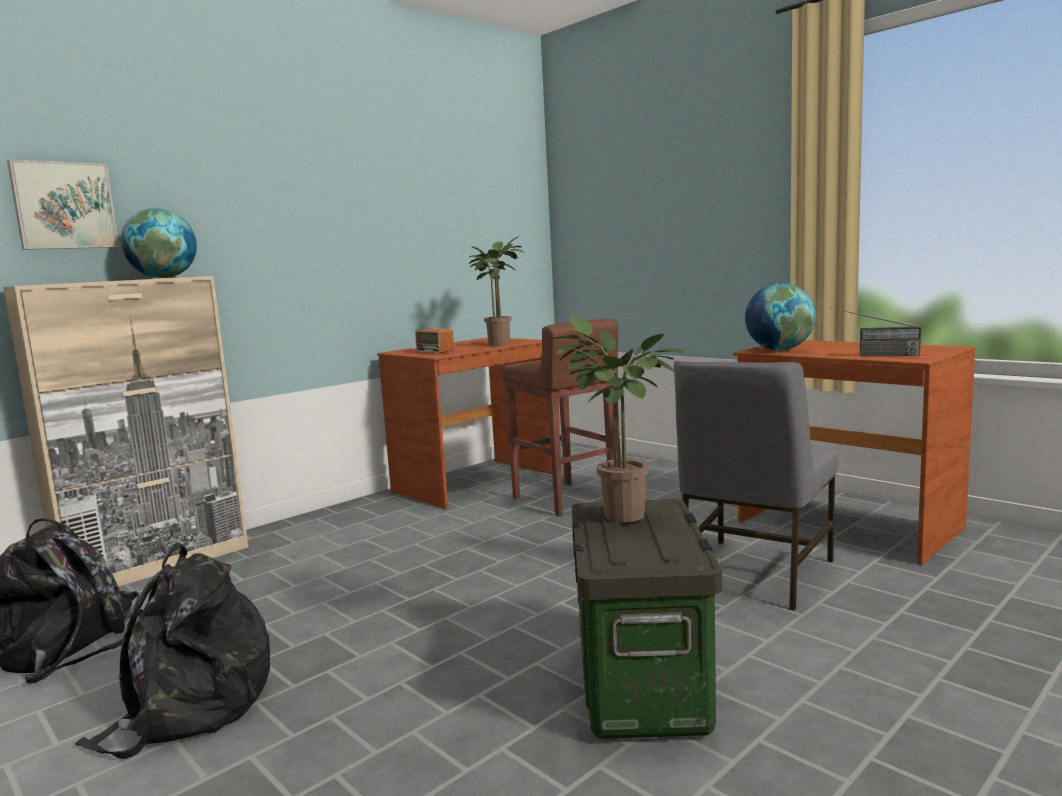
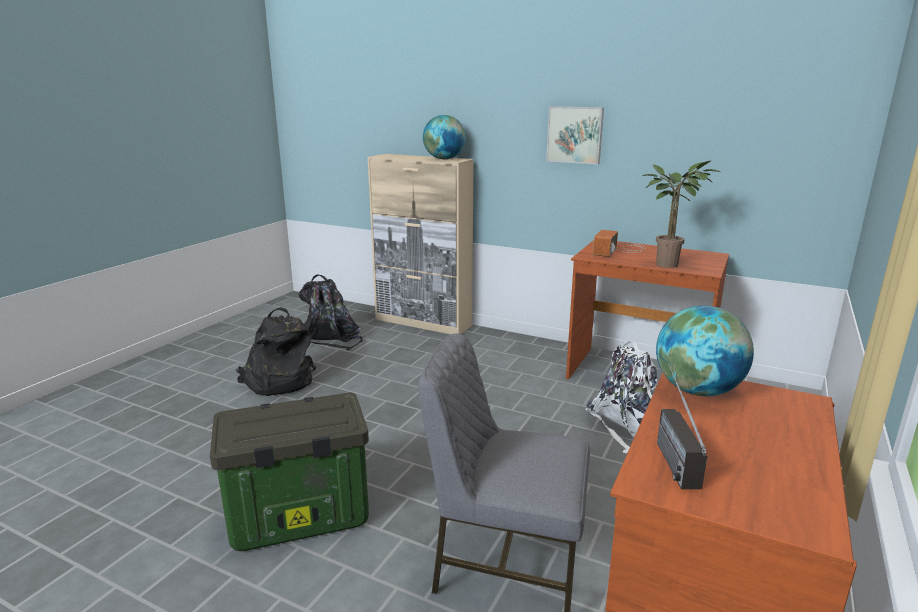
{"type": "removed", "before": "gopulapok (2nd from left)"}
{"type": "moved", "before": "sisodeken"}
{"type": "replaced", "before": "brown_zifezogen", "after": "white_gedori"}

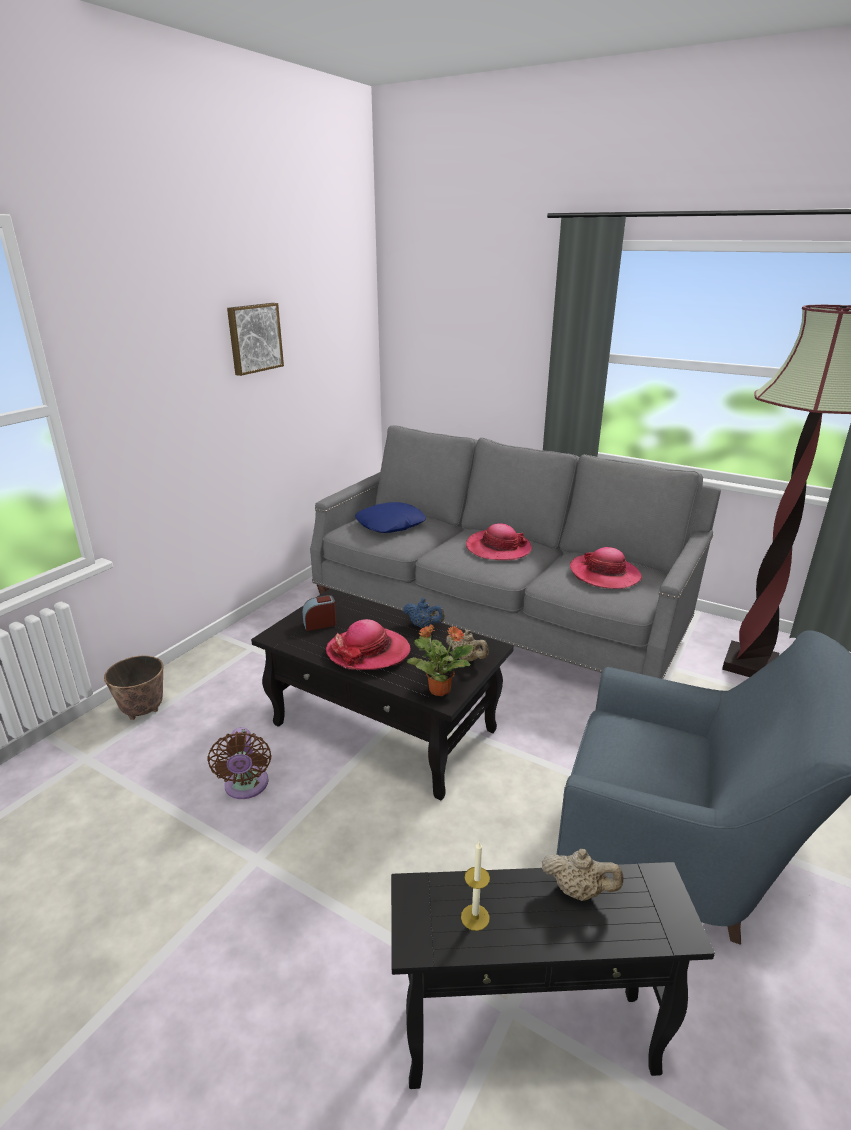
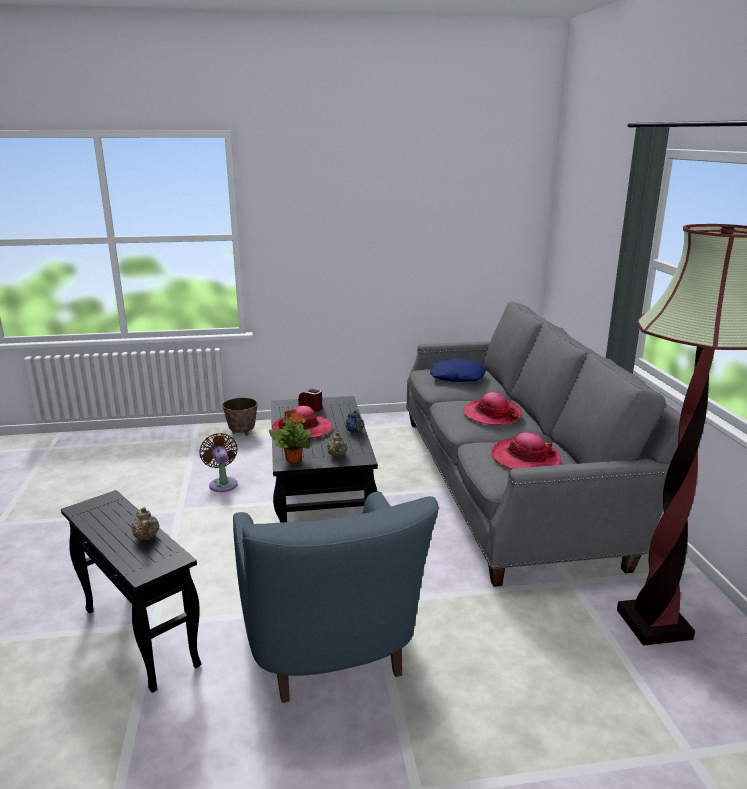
{"type": "removed", "before": "sisodeken"}
{"type": "removed", "before": "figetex"}
{"type": "turned", "before": "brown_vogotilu", "turn": 120}

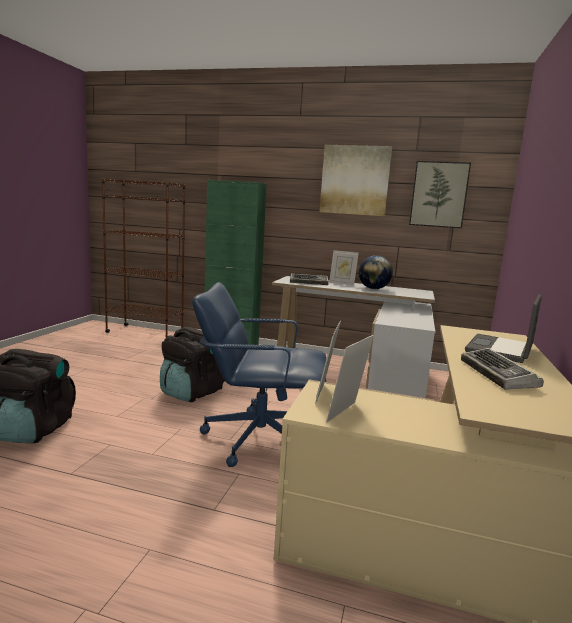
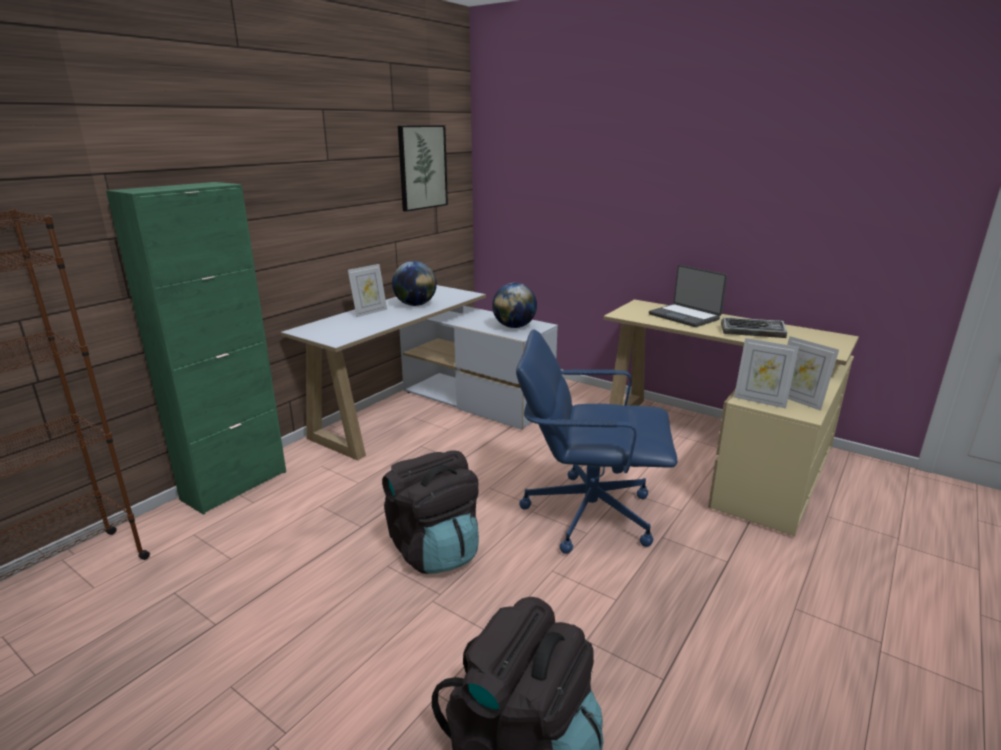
{"type": "removed", "before": "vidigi (1st from left)"}
{"type": "removed", "before": "sisodeken (1st from left)"}
{"type": "added", "after": "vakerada (2nd from left)"}
{"type": "turned", "before": "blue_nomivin", "turn": 75}

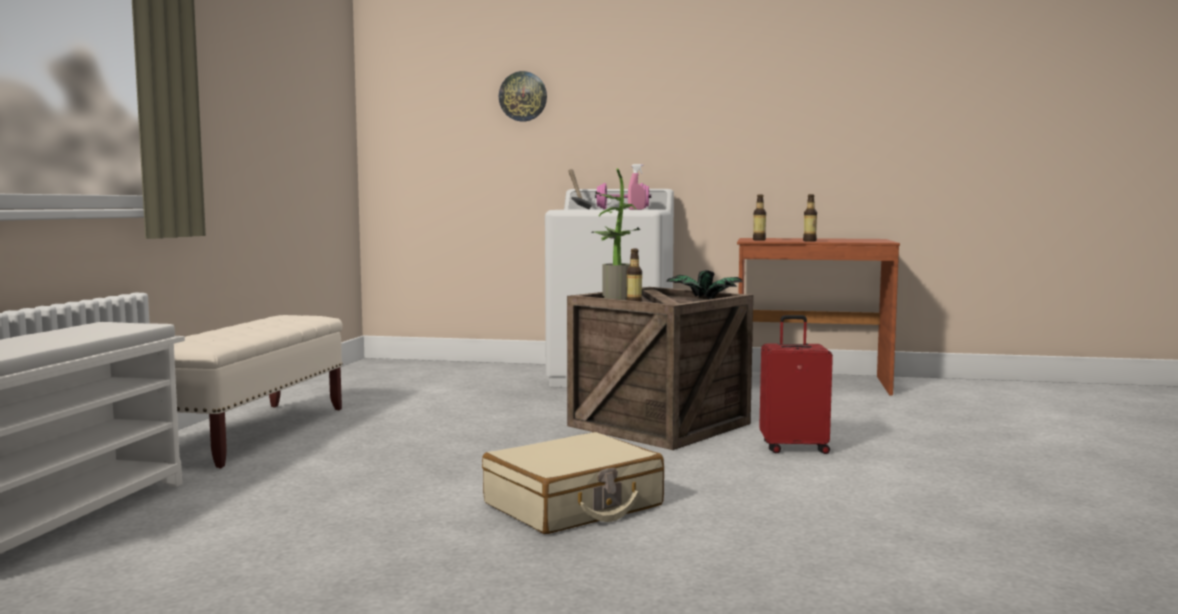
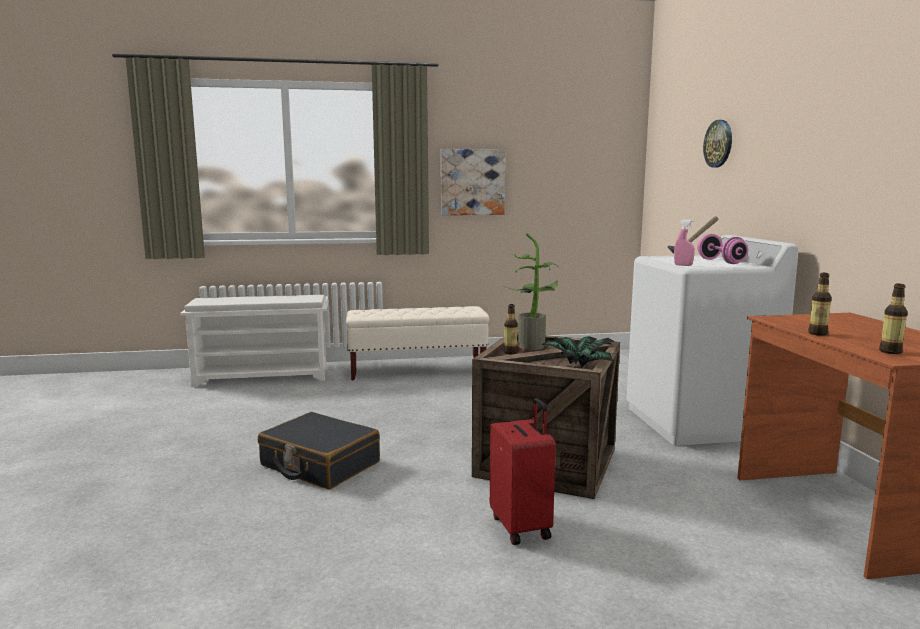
{"type": "added", "after": "sisodeken"}
{"type": "moved", "before": "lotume (2nd from left in the first image)", "after": "lotume (3rd from left)"}
{"type": "recoloured", "before": "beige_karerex", "after": "black_karerex"}

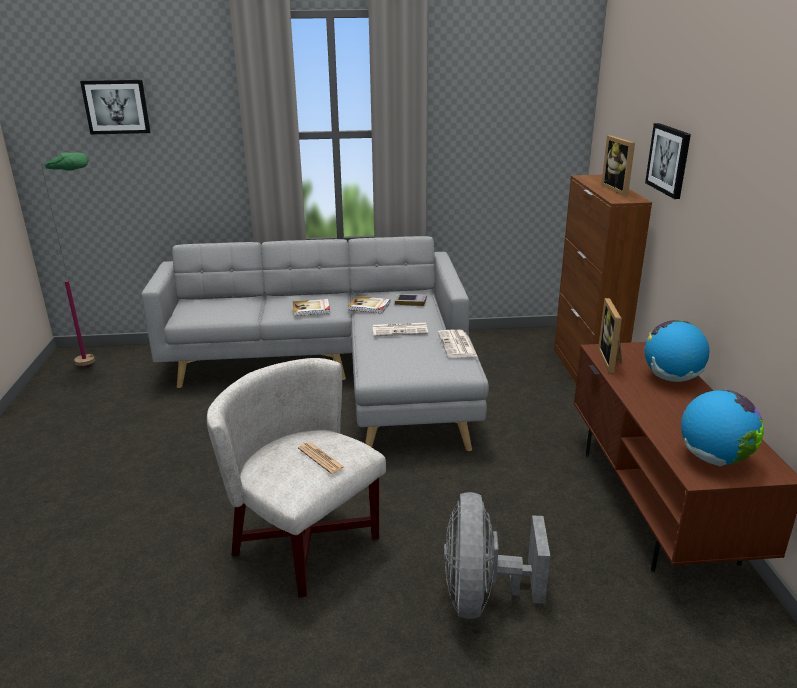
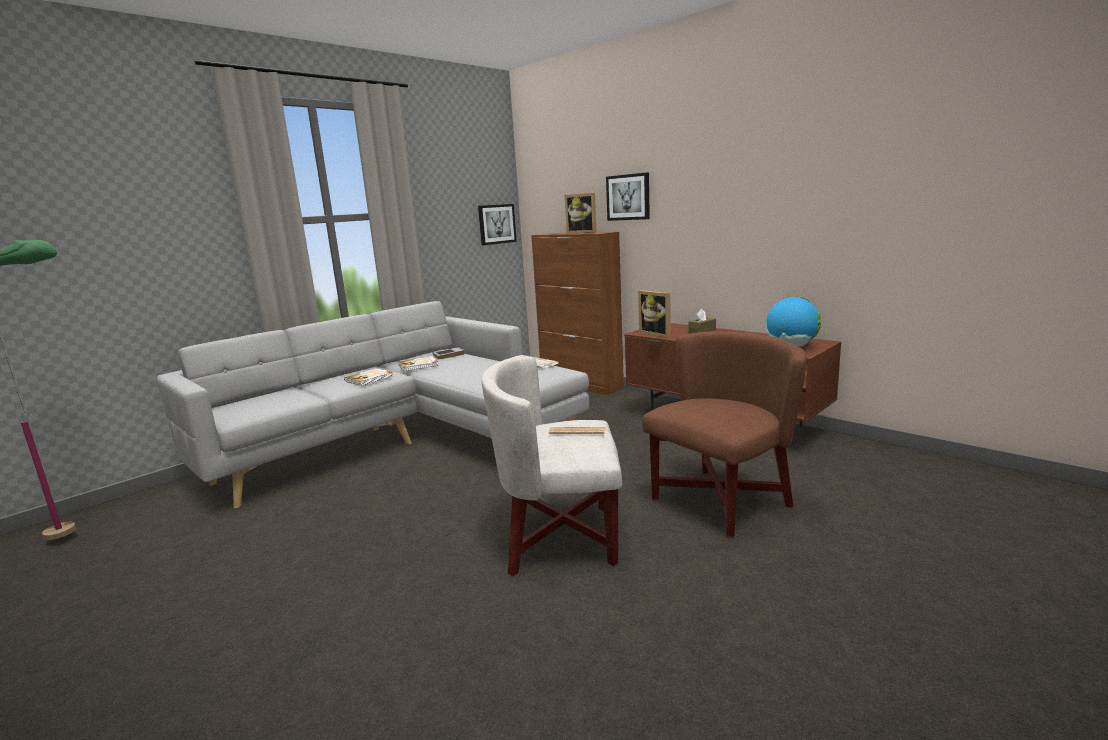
{"type": "removed", "before": "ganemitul (2nd from left)"}
{"type": "moved", "before": "sisodeken (1st from left)"}
{"type": "replaced", "before": "grey_vogotilu", "after": "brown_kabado"}
{"type": "replaced", "before": "vakerada (1st from left)", "after": "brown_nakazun"}

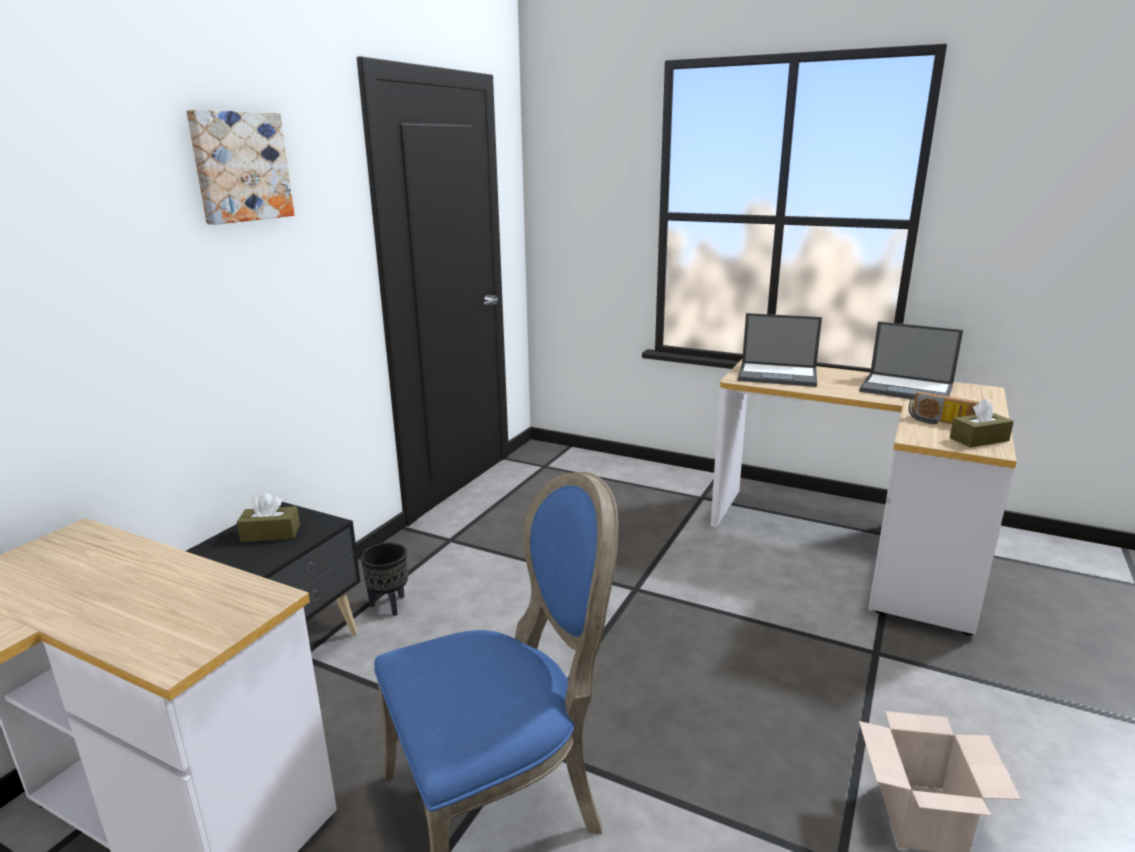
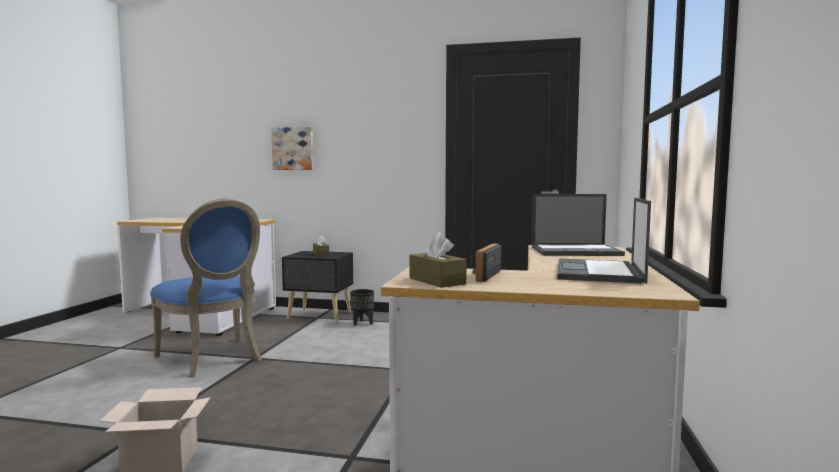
{"type": "moved", "before": "sisodeken"}
{"type": "turned", "before": "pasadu (1st from left)", "turn": -90}

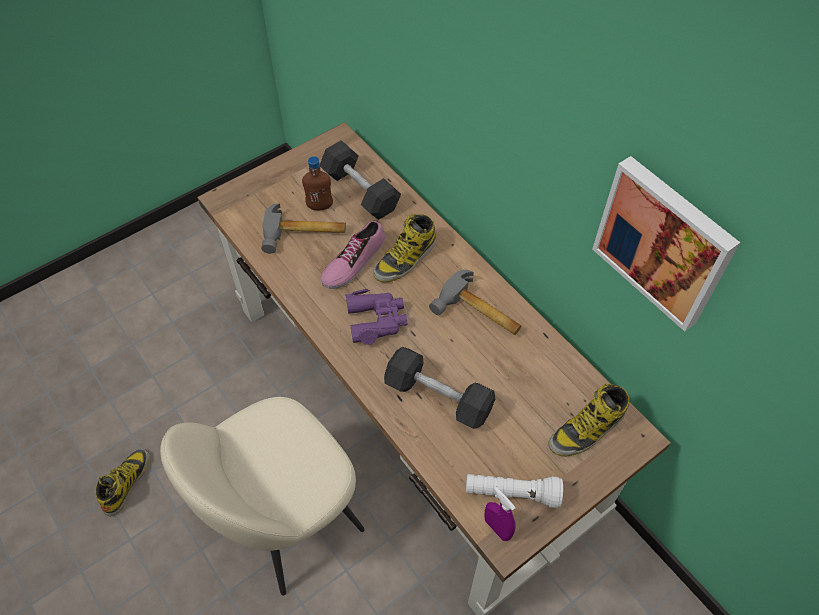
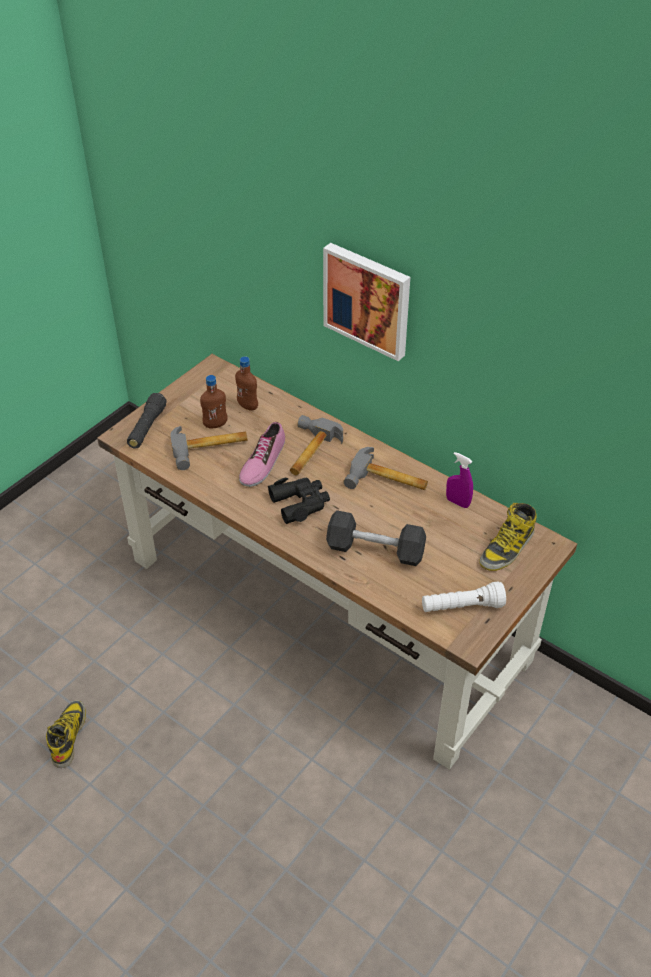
{"type": "removed", "before": "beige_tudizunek"}
{"type": "added", "after": "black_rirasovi"}
{"type": "moved", "before": "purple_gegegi"}
{"type": "moved", "before": "sisodeken"}
{"type": "replaced", "before": "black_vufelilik (1st from left)", "after": "brown_lotume (2nd from left)"}
{"type": "replaced", "before": "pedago (2nd from left)", "after": "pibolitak (2nd from left)"}
{"type": "recoloured", "before": "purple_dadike", "after": "black_dadike"}

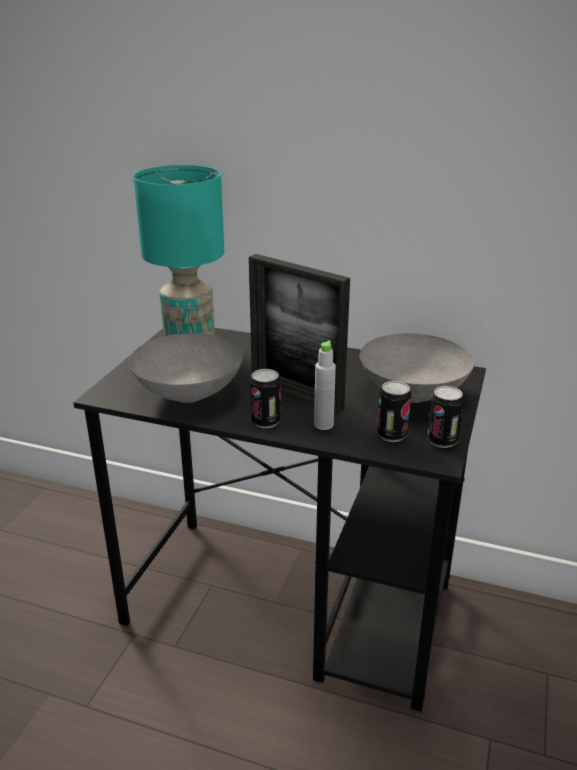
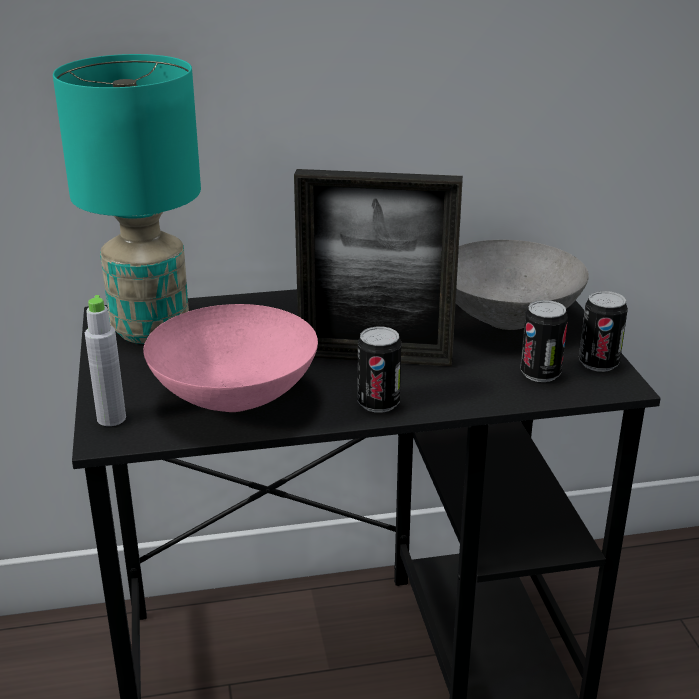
{"type": "moved", "before": "grey_lotume"}
{"type": "recoloured", "before": "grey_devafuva (1st from left)", "after": "pink_devafuva"}

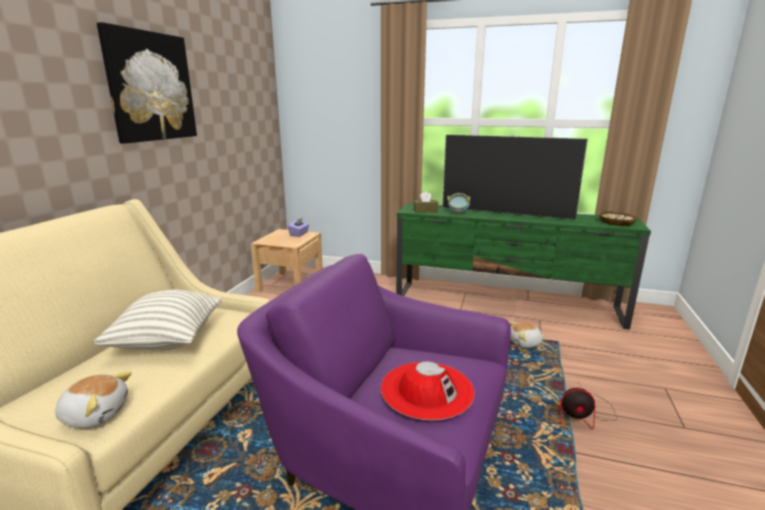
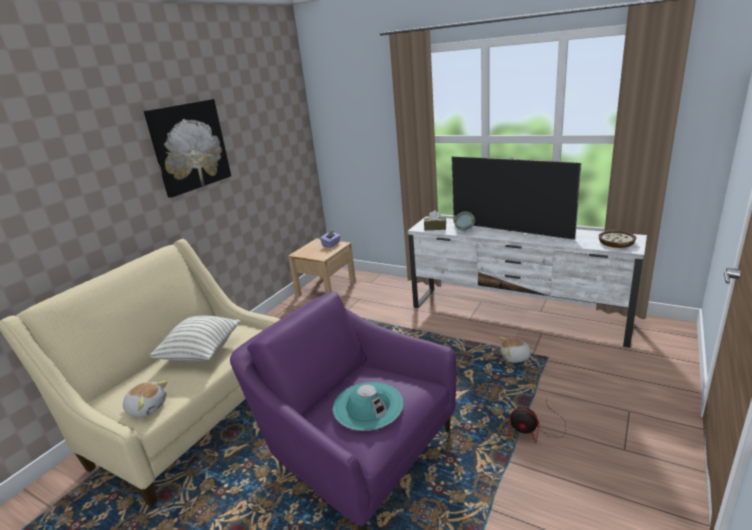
{"type": "recoloured", "before": "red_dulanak", "after": "turquoise_dulanak"}
{"type": "recoloured", "before": "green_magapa", "after": "white_magapa"}

